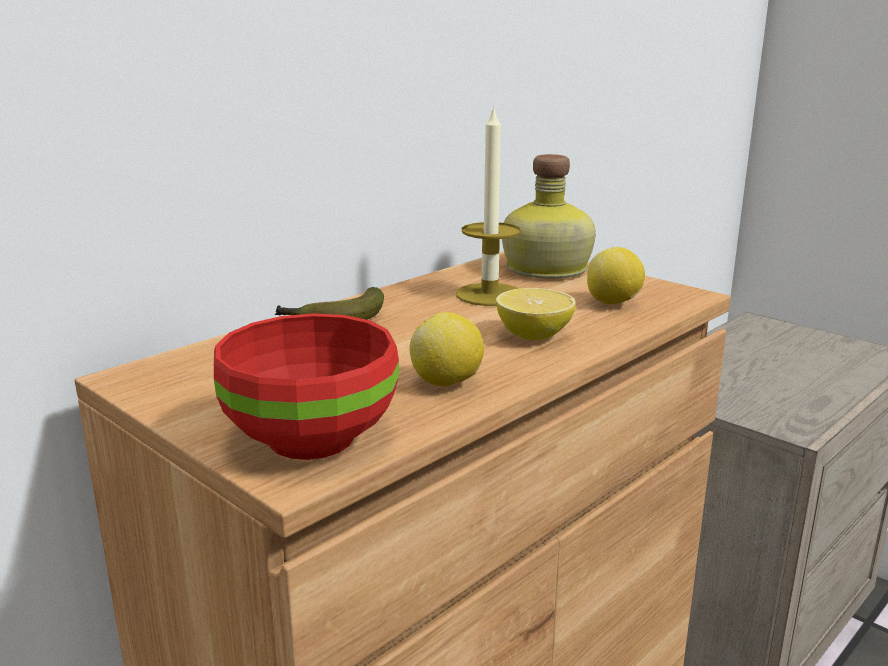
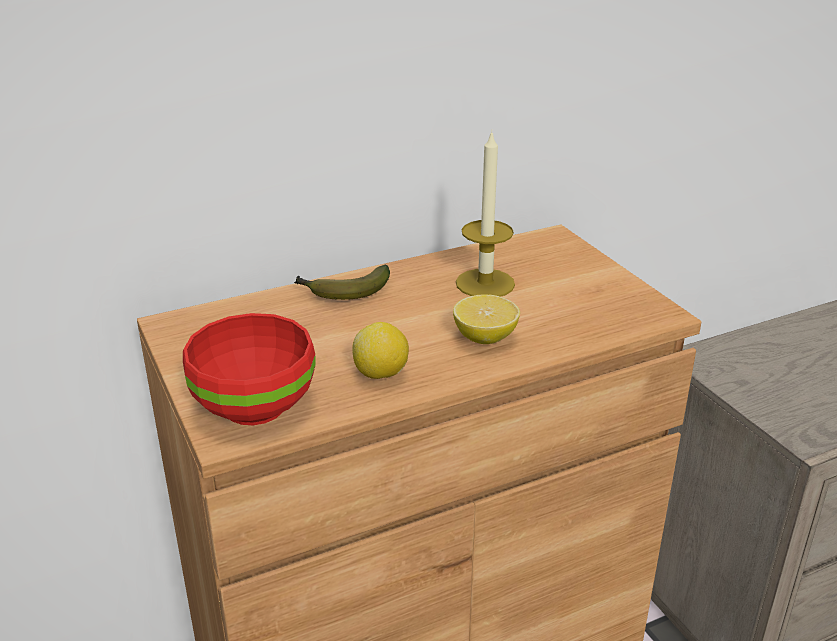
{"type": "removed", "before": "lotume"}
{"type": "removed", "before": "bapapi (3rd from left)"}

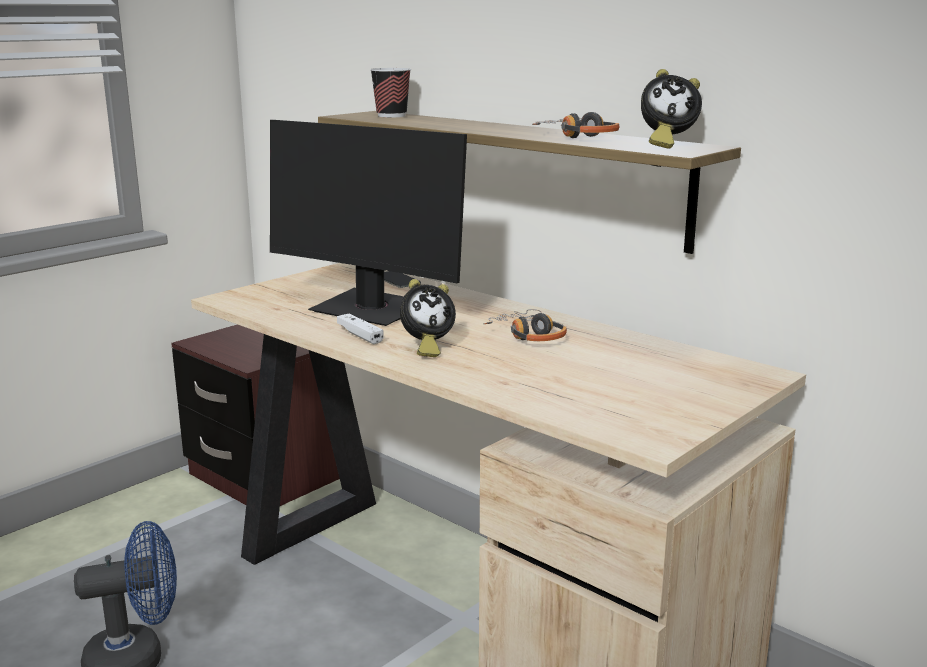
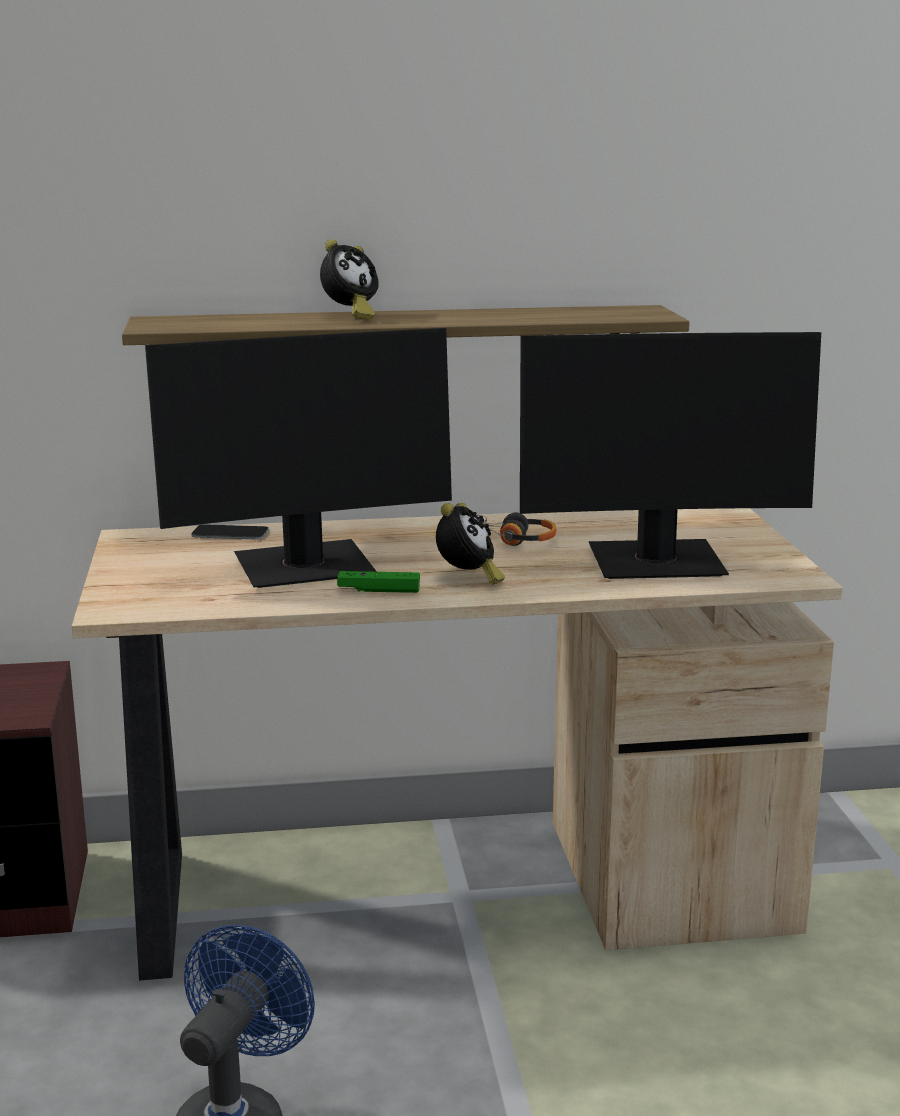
{"type": "removed", "before": "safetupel"}
{"type": "removed", "before": "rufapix (2nd from left)"}
{"type": "added", "after": "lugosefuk (2nd from left)"}
{"type": "moved", "before": "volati (2nd from left in the first image)", "after": "volati (1st from left)"}
{"type": "recoloured", "before": "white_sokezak", "after": "green_sokezak"}

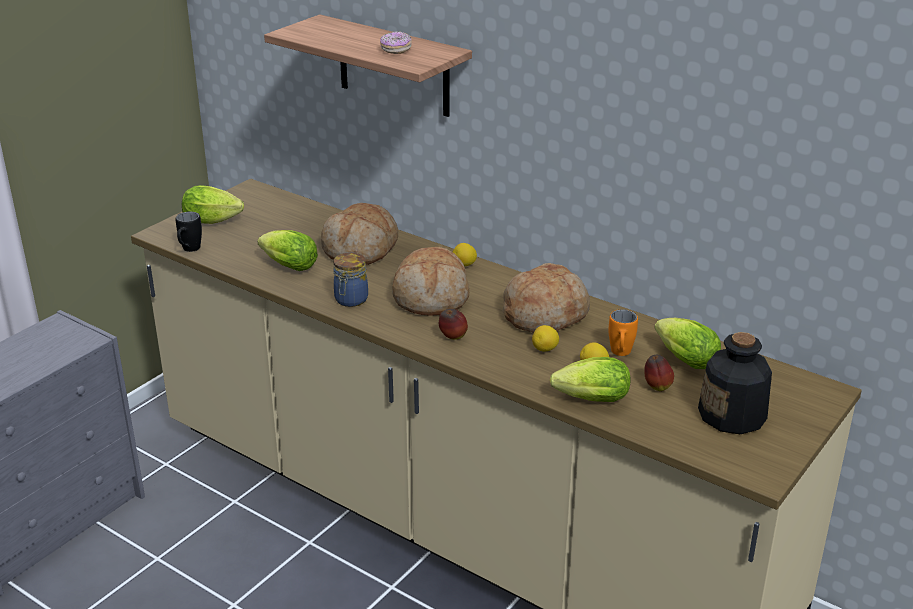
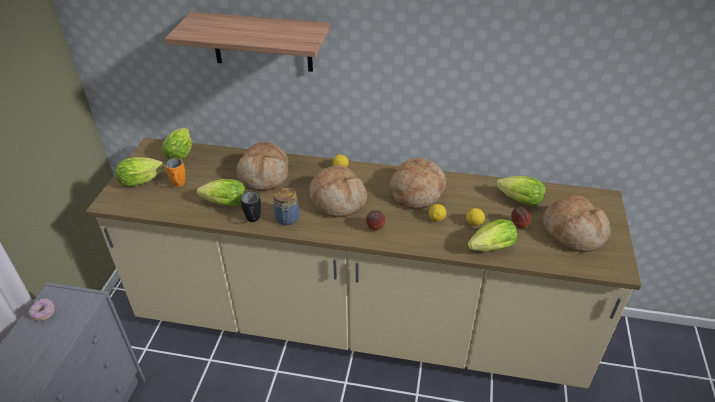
{"type": "added", "after": "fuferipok (2nd from left)"}
{"type": "moved", "before": "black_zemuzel"}
{"type": "moved", "before": "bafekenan"}
{"type": "moved", "before": "orange_zemuzel"}
{"type": "replaced", "before": "lotume", "after": "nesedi (4th from left)"}

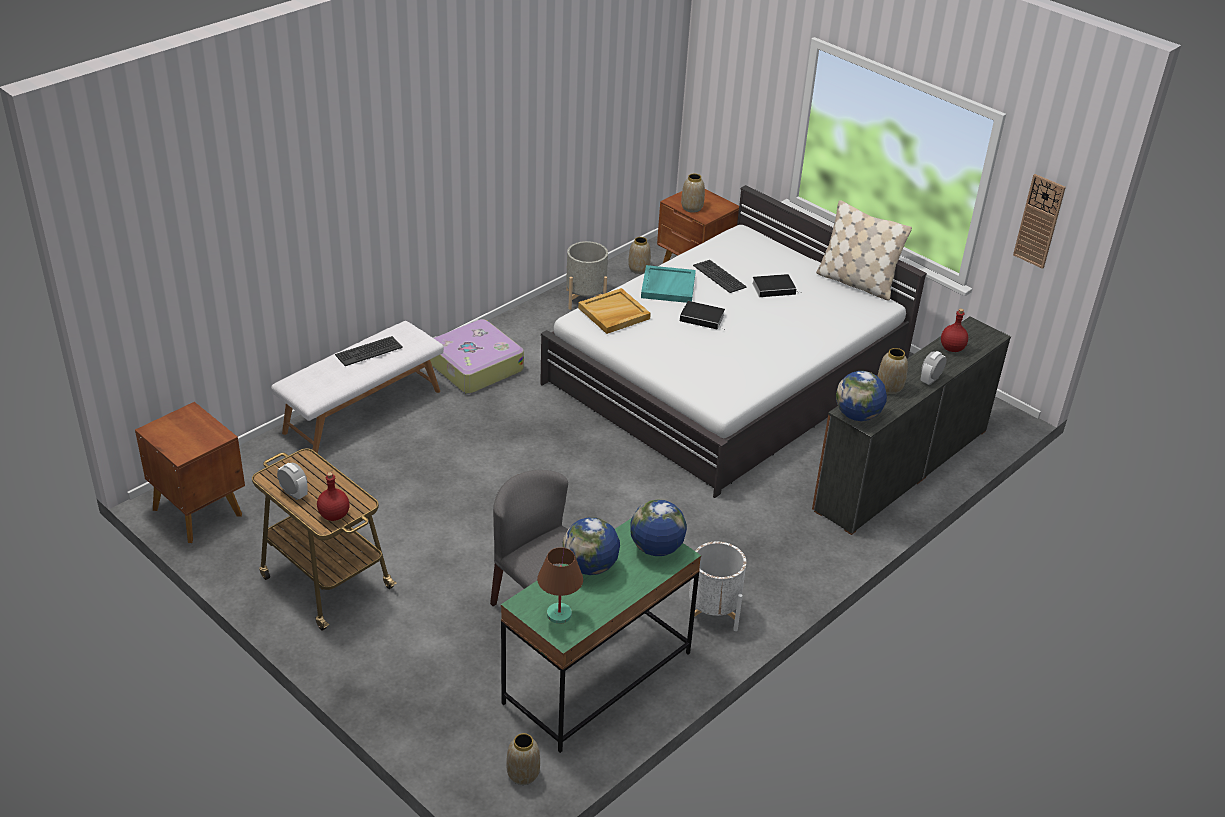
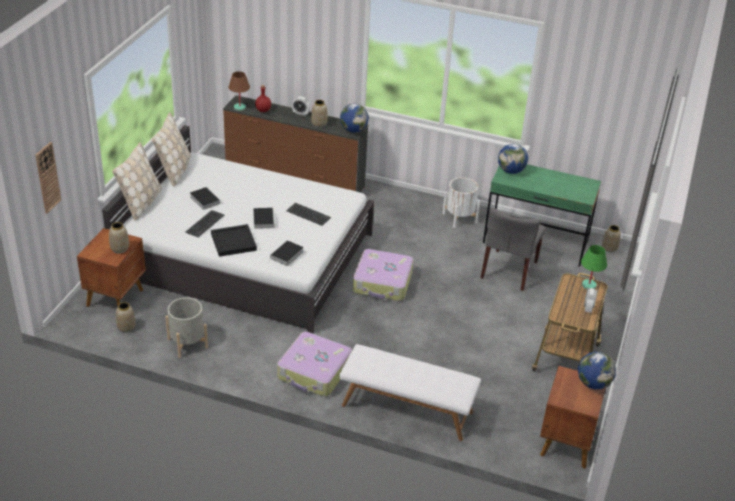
{"type": "added", "after": "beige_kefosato (1st from left)"}
{"type": "added", "after": "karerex (2nd from left)"}
{"type": "moved", "before": "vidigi (1st from left in the first image)", "after": "vidigi (2nd from left)"}
{"type": "moved", "before": "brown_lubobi"}
{"type": "moved", "before": "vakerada (1st from left in the first image)", "after": "vakerada (3rd from left)"}
{"type": "moved", "before": "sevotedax"}
{"type": "replaced", "before": "red_lotume (1st from left)", "after": "green_lubobi"}
{"type": "replaced", "before": "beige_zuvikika", "after": "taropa (3rd from left)"}
{"type": "recoloured", "before": "turquoise_zuvikika", "after": "black_zuvikika"}

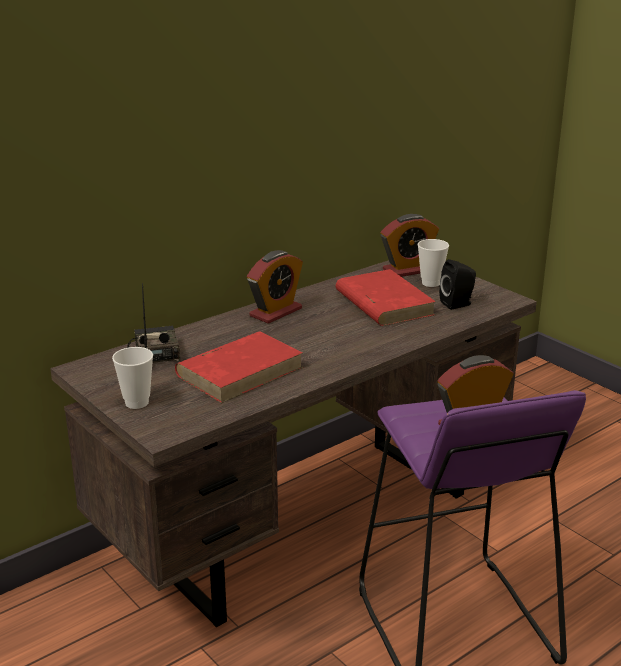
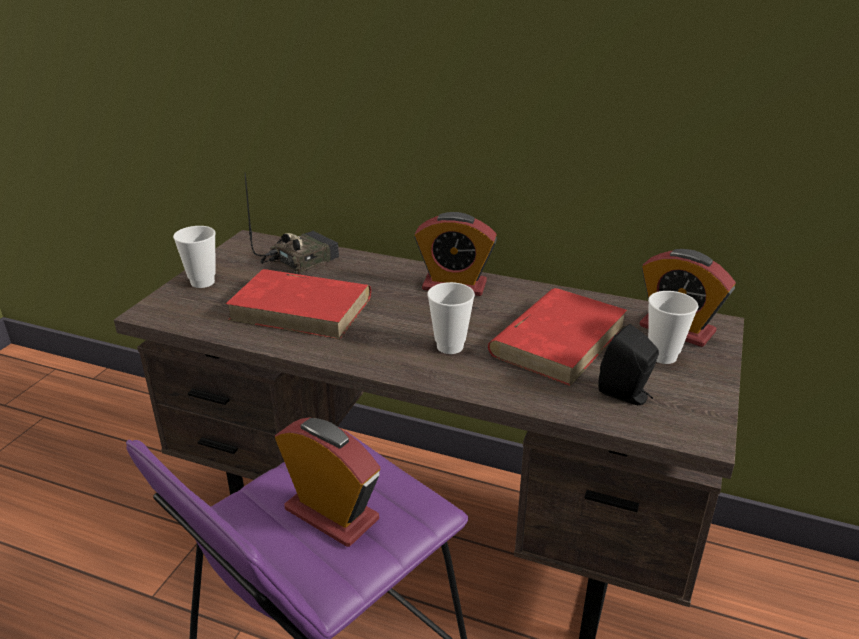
{"type": "added", "after": "safetupel (2nd from left)"}

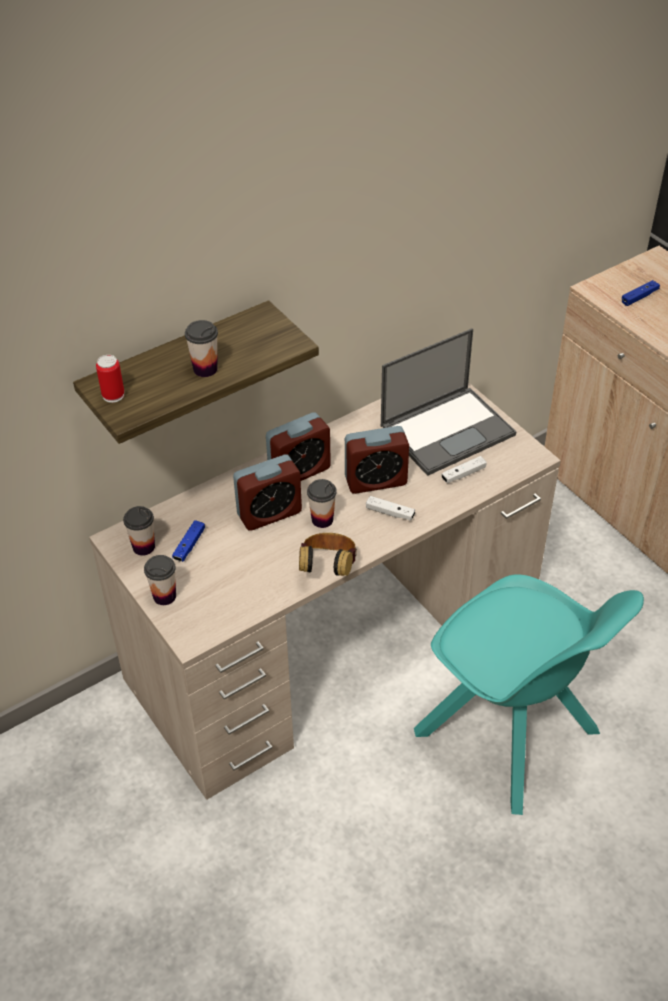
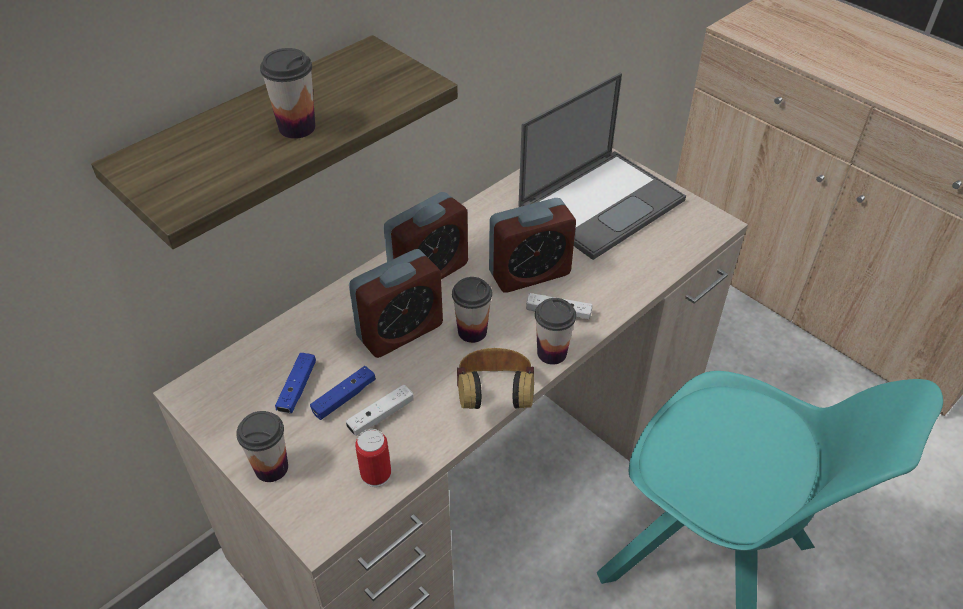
{"type": "moved", "before": "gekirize"}
{"type": "moved", "before": "safetupel (1st from left in the first image)", "after": "safetupel (4th from left)"}
{"type": "moved", "before": "white_sokezak (2nd from left in the first image)", "after": "white_sokezak (1st from left)"}
{"type": "moved", "before": "blue_sokezak (2nd from left)"}

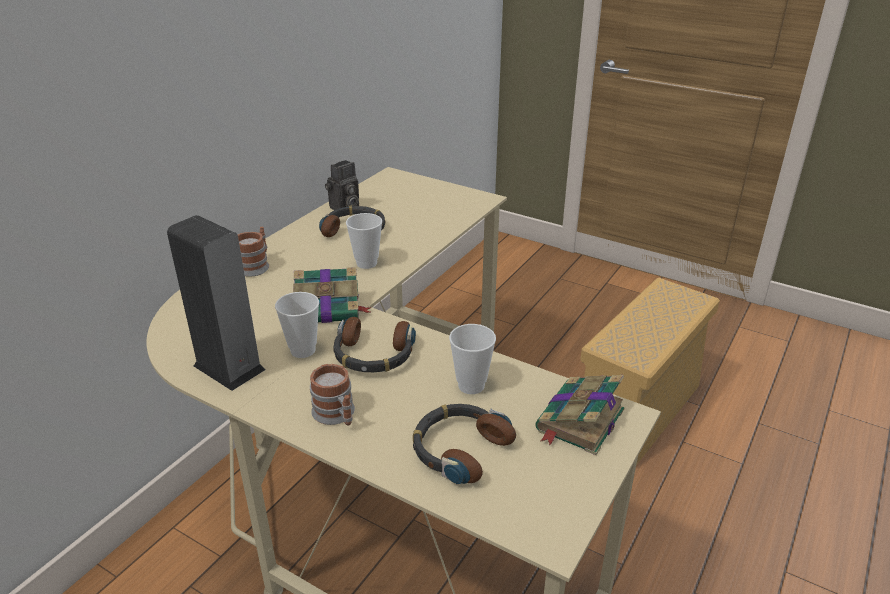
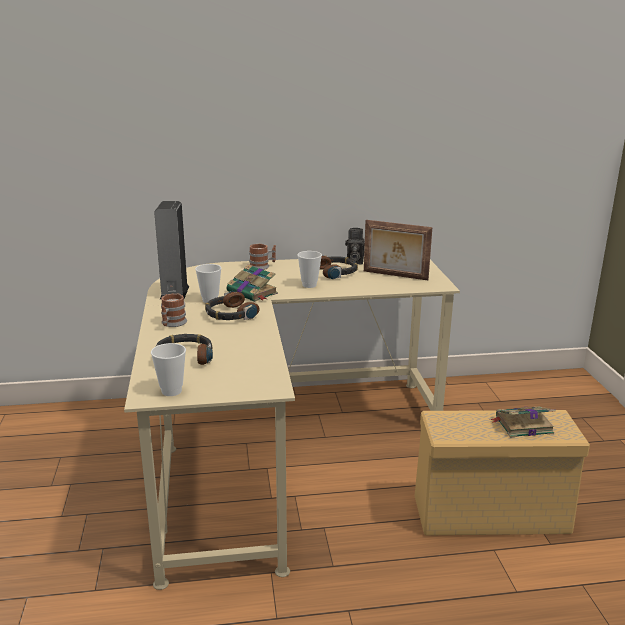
{"type": "added", "after": "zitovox"}
{"type": "moved", "before": "safetupel (3rd from left in the first image)", "after": "safetupel (1st from left)"}
{"type": "moved", "before": "taropa (2nd from left)"}

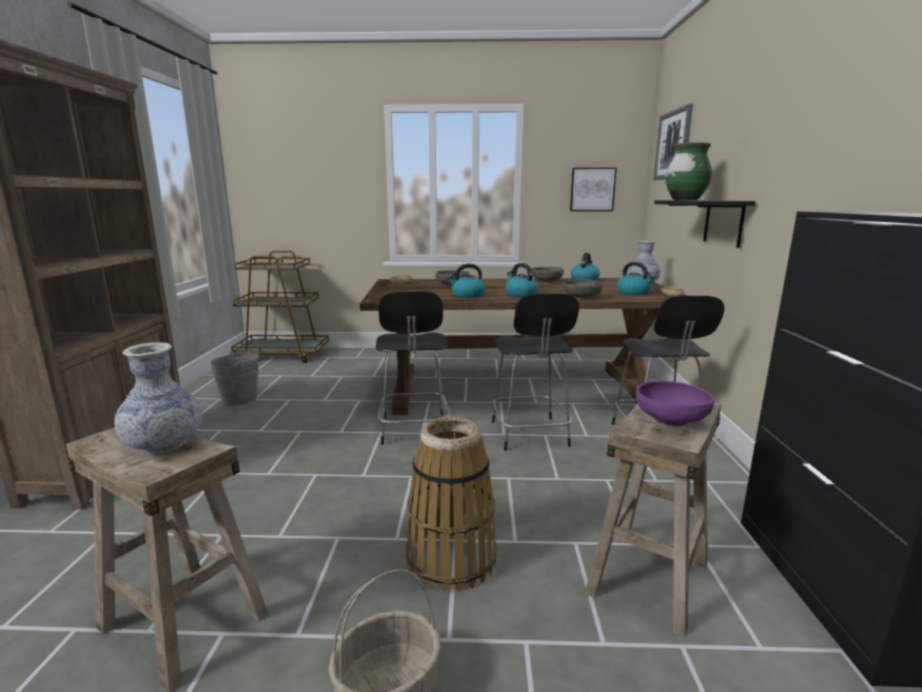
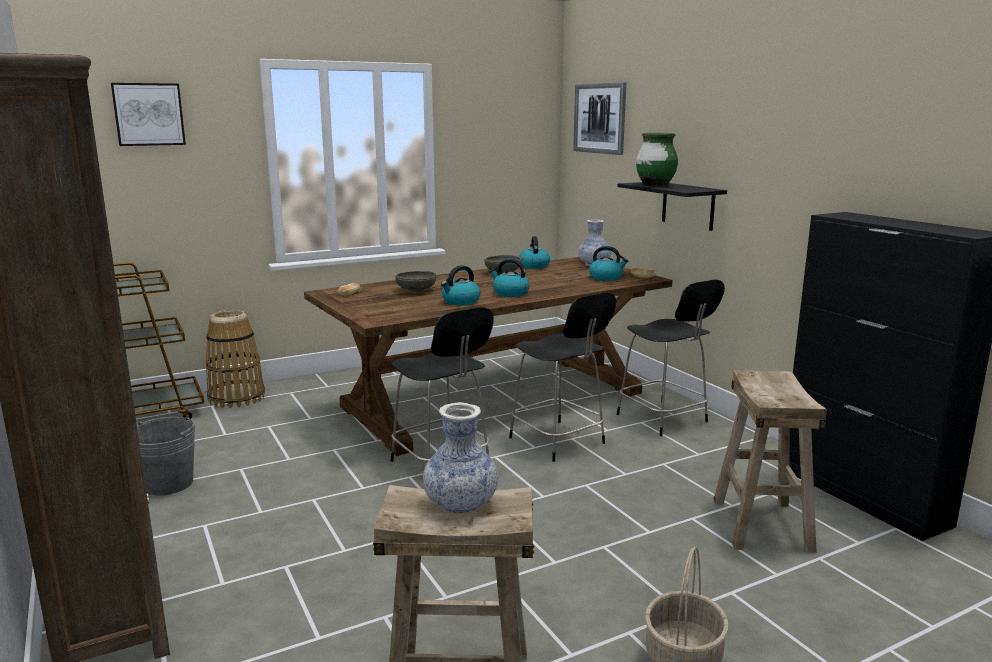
{"type": "removed", "before": "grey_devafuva (3rd from left)"}
{"type": "removed", "before": "purple_devafuva"}
{"type": "moved", "before": "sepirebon (2nd from left in the first image)", "after": "sepirebon (1st from left)"}
{"type": "moved", "before": "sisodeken (1st from left)"}

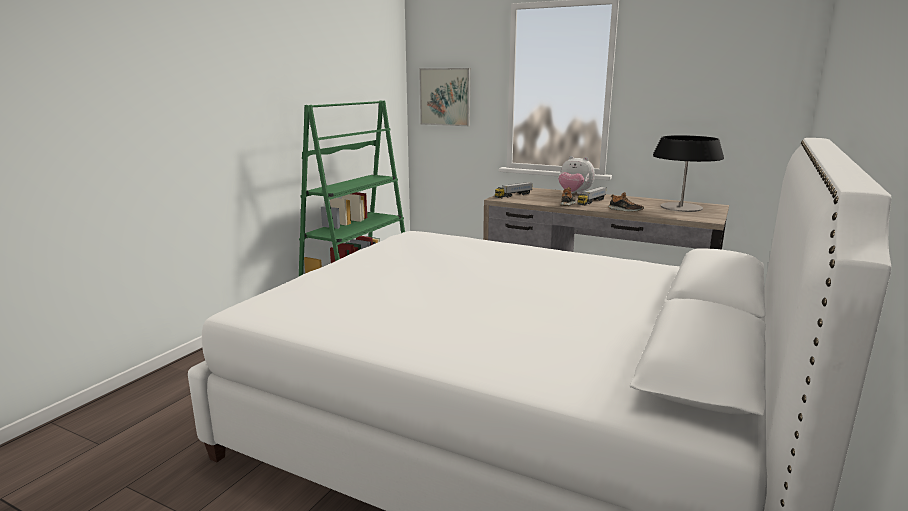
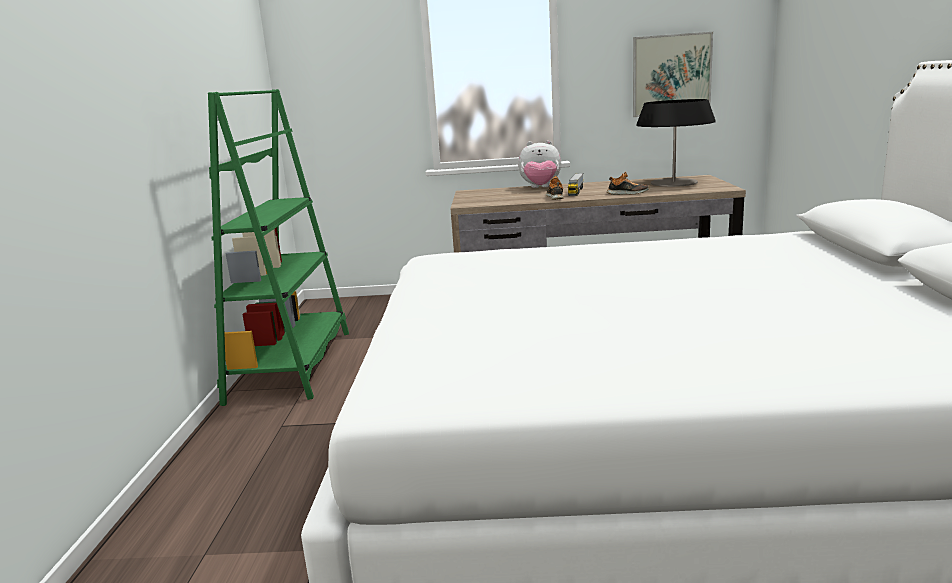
{"type": "removed", "before": "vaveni (1st from left)"}
{"type": "moved", "before": "sisodeken"}

